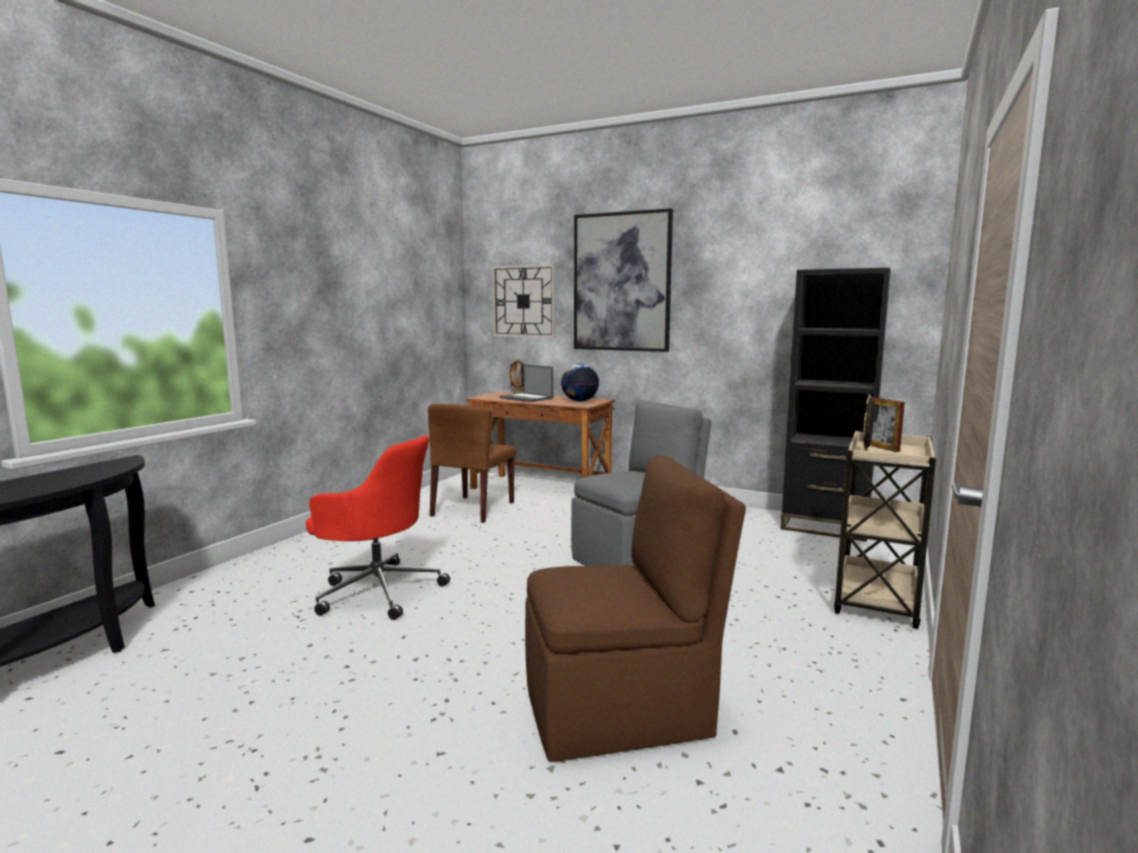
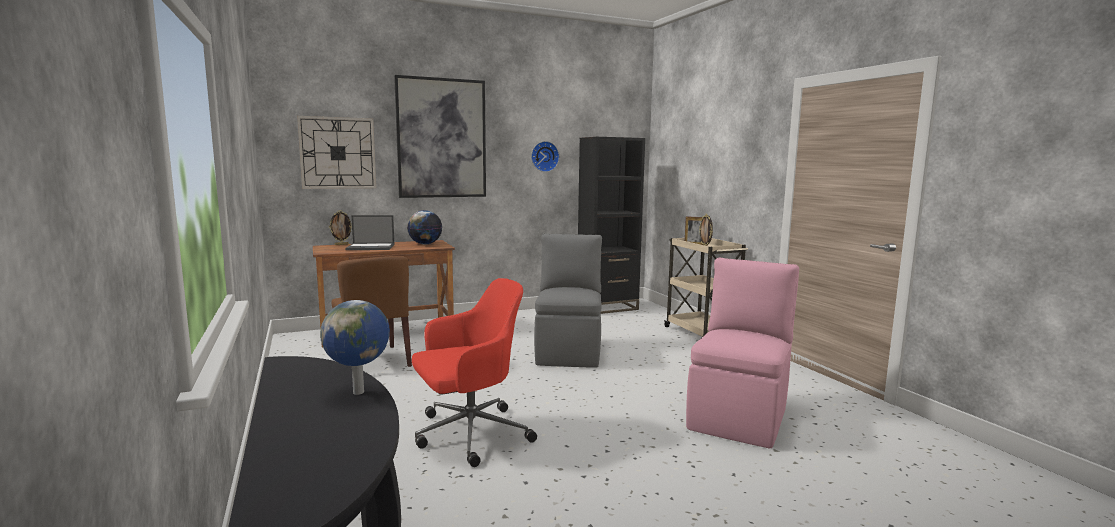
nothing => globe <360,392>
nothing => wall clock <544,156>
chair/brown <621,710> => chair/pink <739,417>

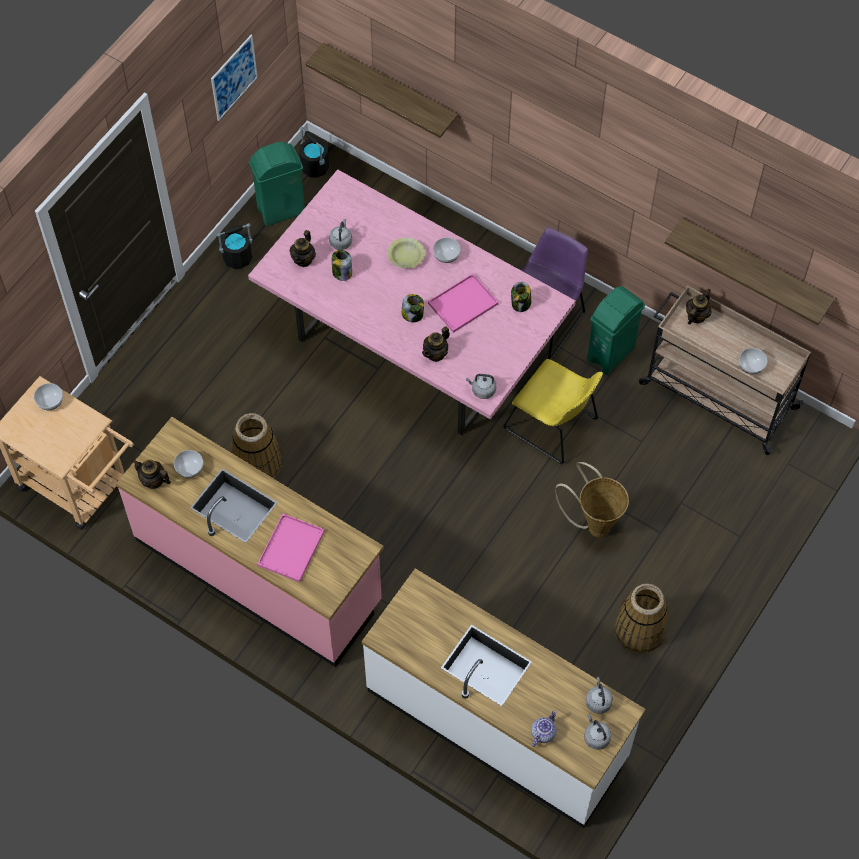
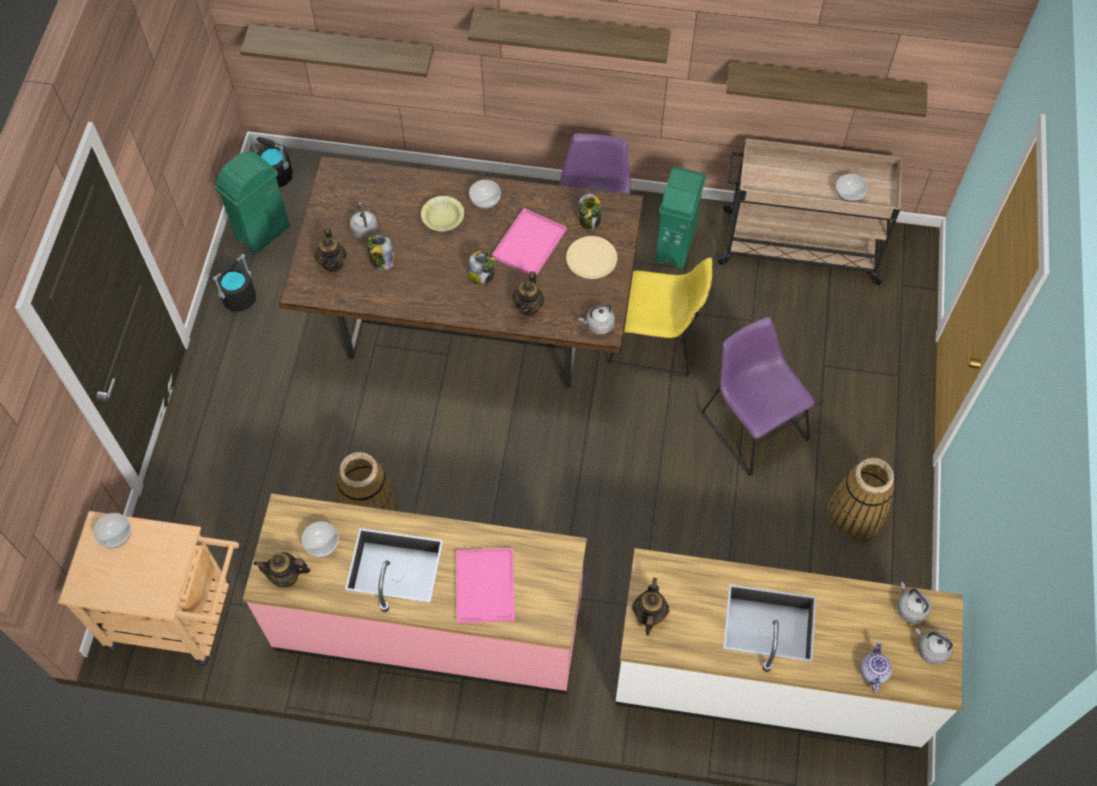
picture <234,77> => nothing
nothing => shelf <571,33>
nothing => plate/beige <591,258>
teapot <696,316> => teapot <649,614>, move
basket <594,524> => chair/purple <752,423>
dining table/pink <413,347> => dining table/brown <472,318>

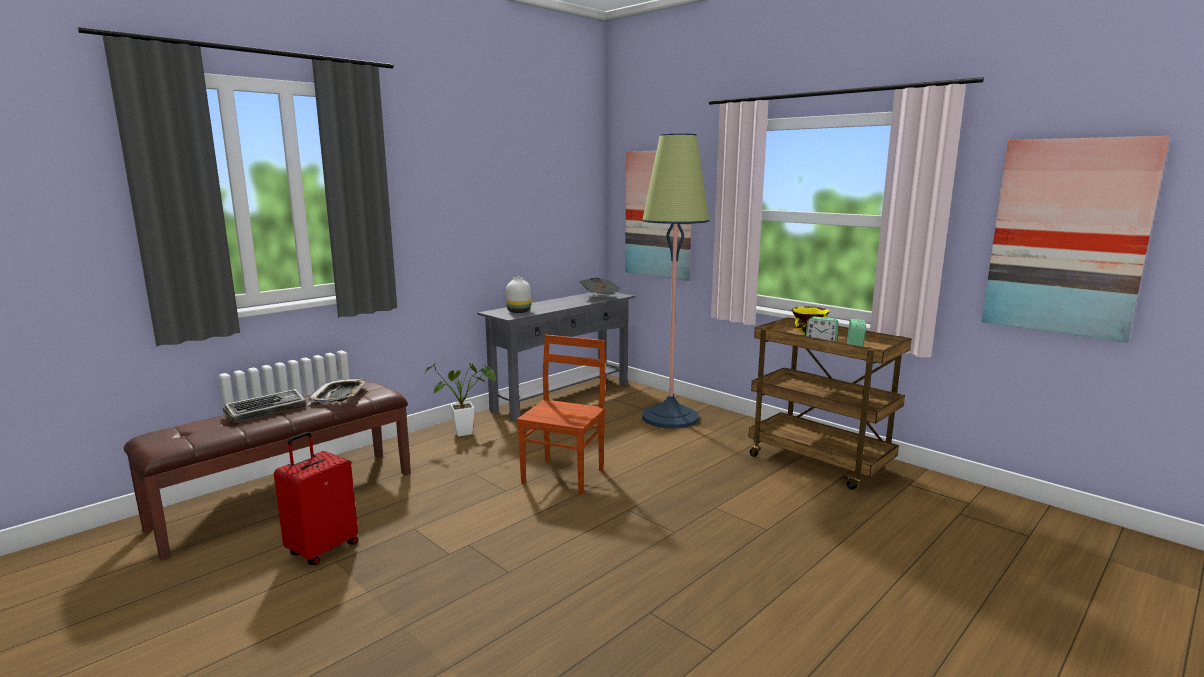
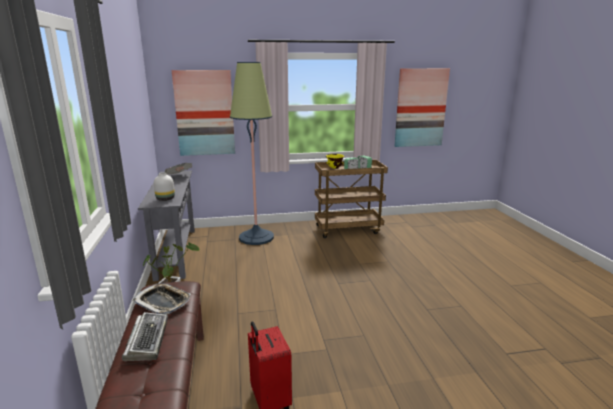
chair/brown <564,476> => nothing

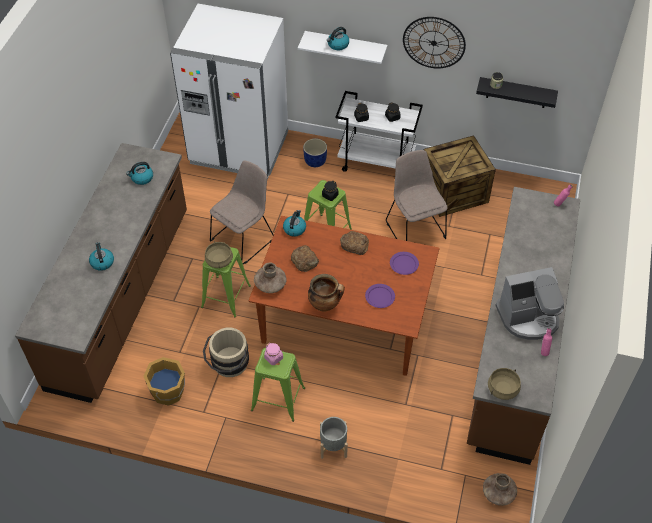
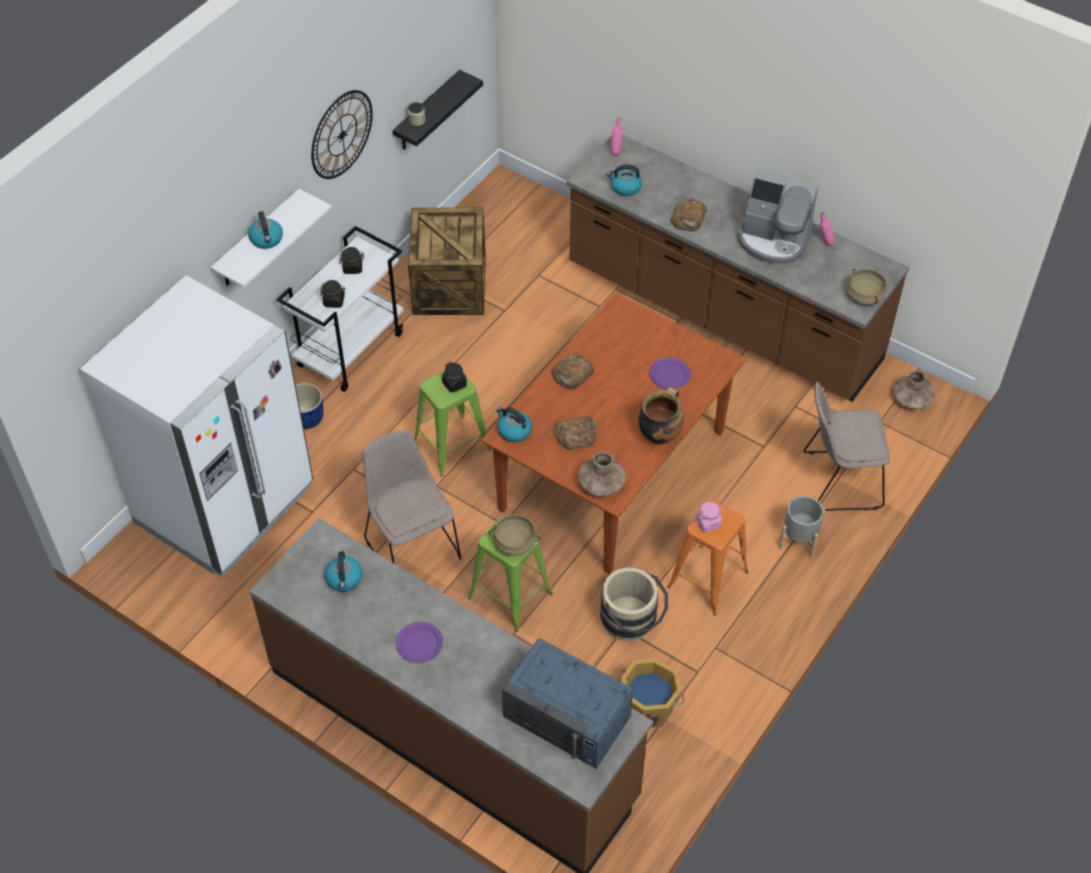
nothing => microwave/blue <568,716>
nothing => bread <688,219>
kettle <102,262> => kettle <625,187>, move
chair/beige <415,228> => chair/beige <838,480>, move
plate/purple <403,264> => plate/purple <419,644>, move
stool/green <278,399> => stool/orange <708,579>
coffee machine <528,317> => coffee machine <773,239>, 105 degrees clockwise

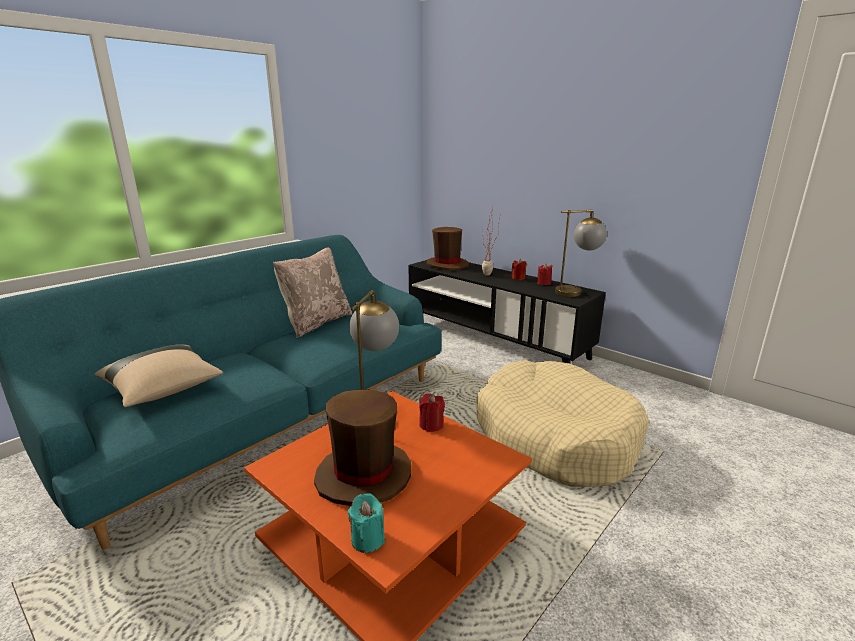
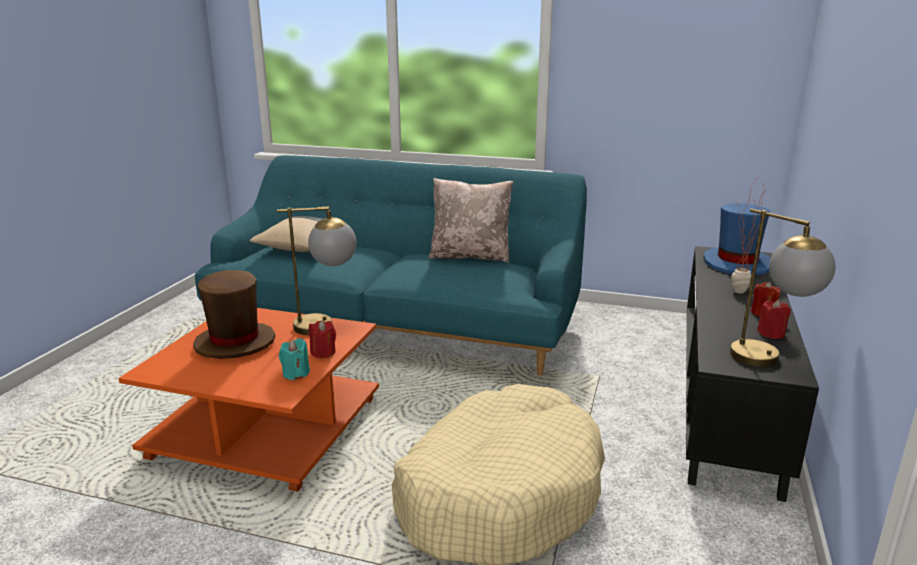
candle/turquoise <367,539> => candle/turquoise <296,374>, move
hat/brown <447,265> => hat/blue <737,263>

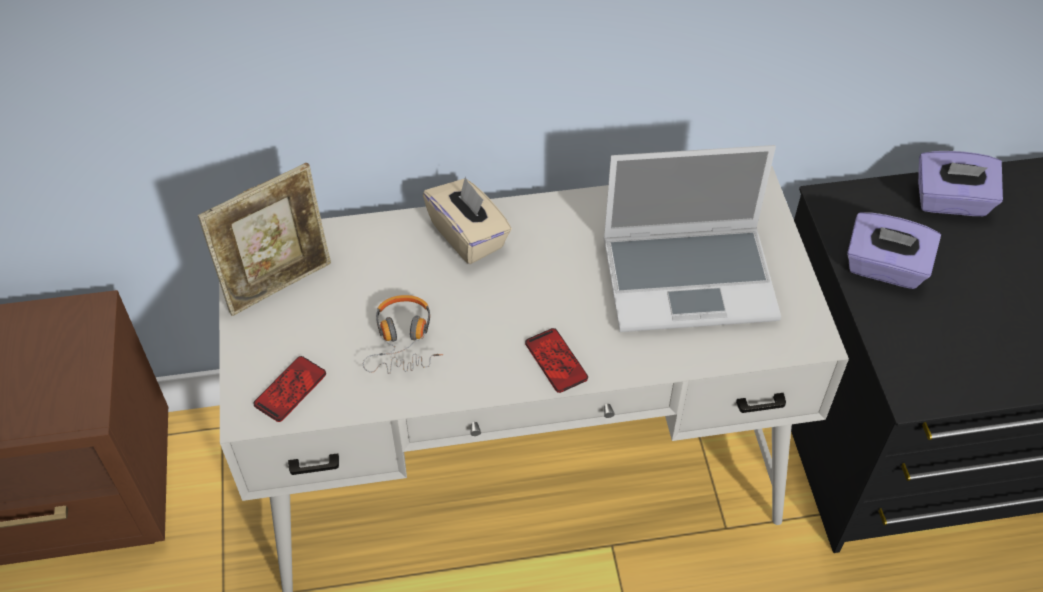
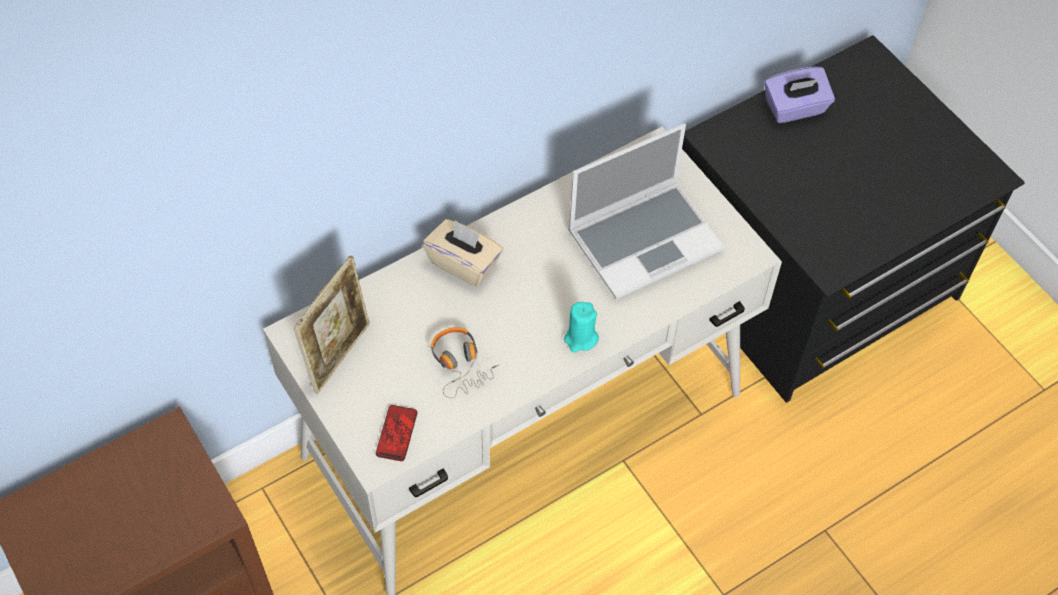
tissue box/purple <884,268> => nothing
phone <556,361> => candle/turquoise <580,338>

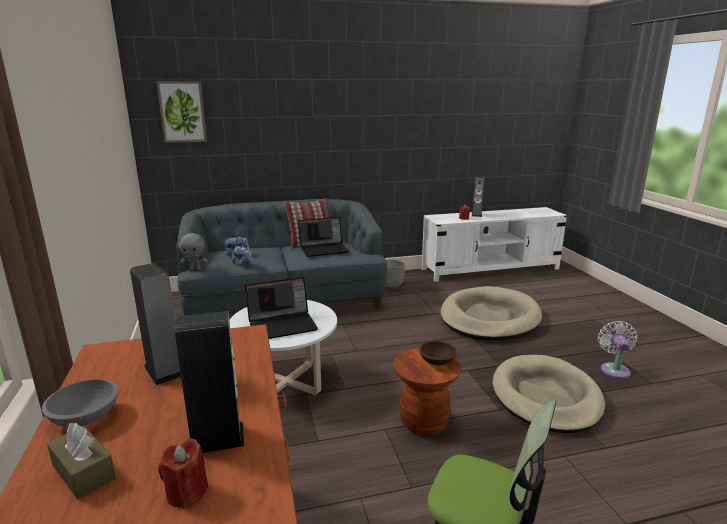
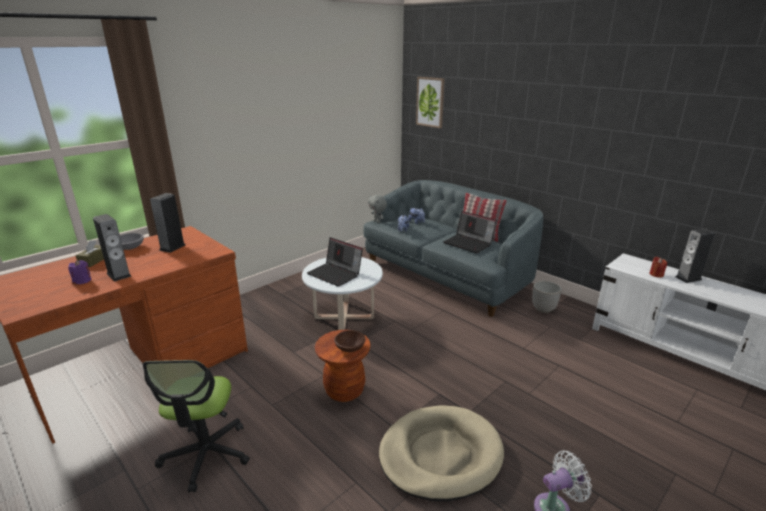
dog bed/beige <489,318> => nothing
candle/red <186,492> => candle/purple <82,281>

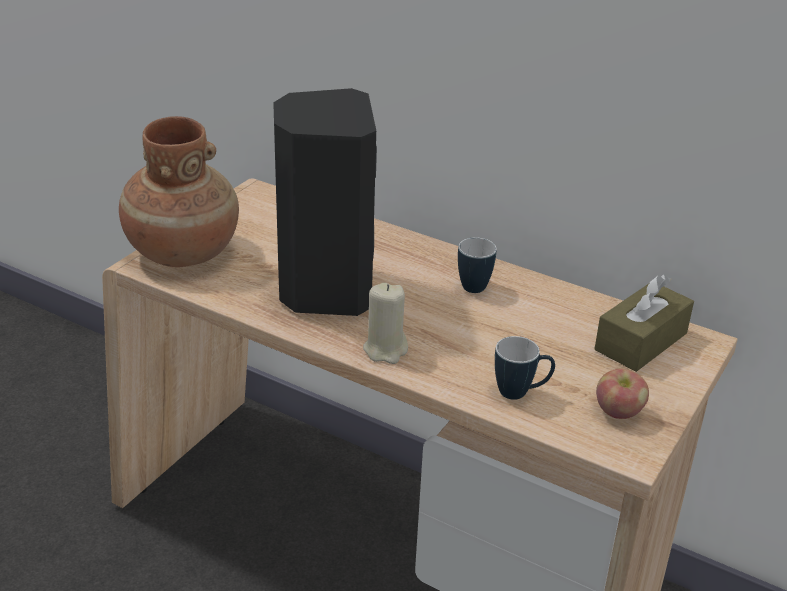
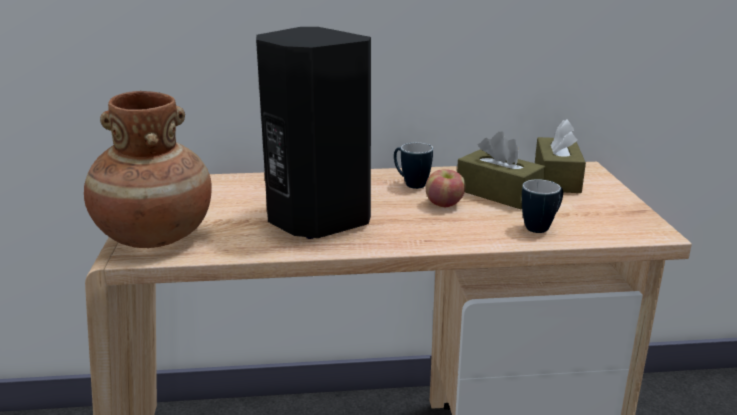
candle/beige <385,350> => nothing
nothing => tissue box/brown <498,193>
apple <618,412> => apple <444,204>, move

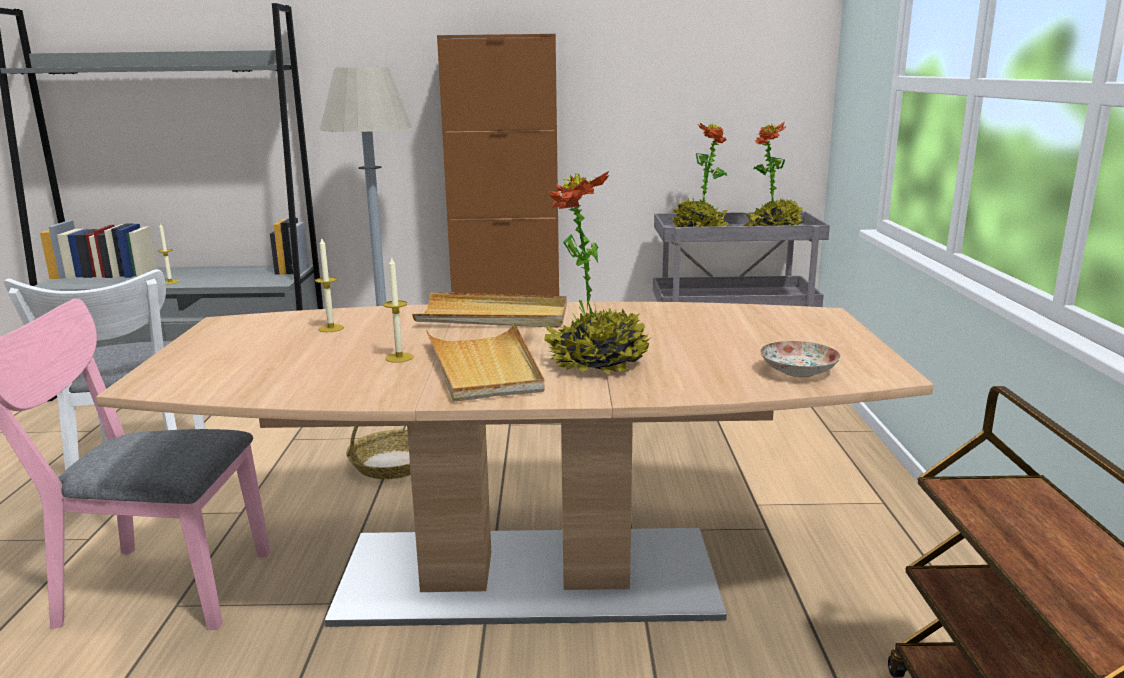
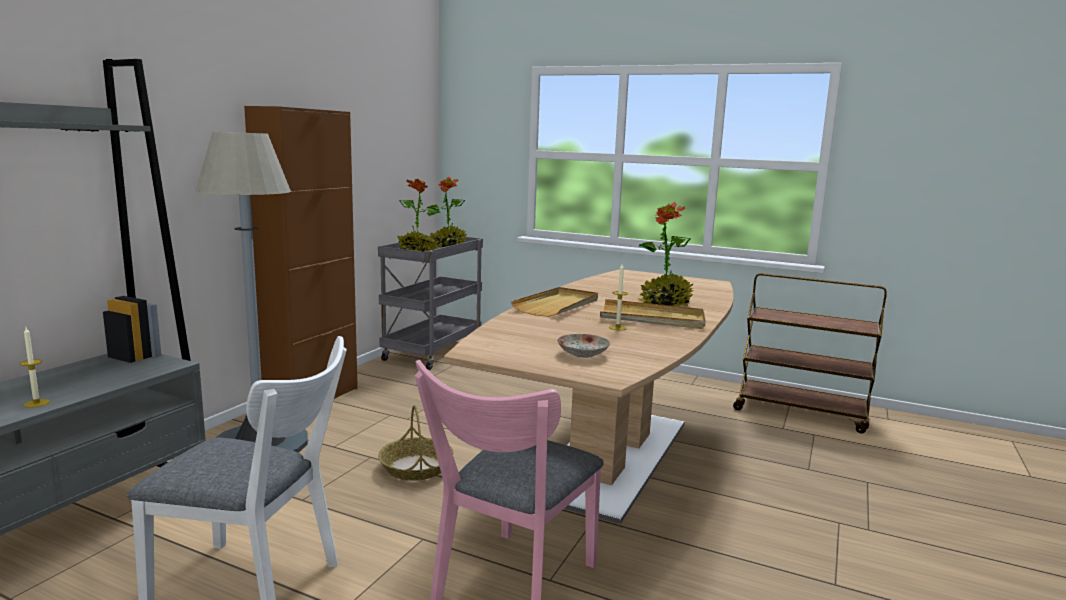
candle <331,328> => nothing
plate <798,371> => plate <582,354>, move

